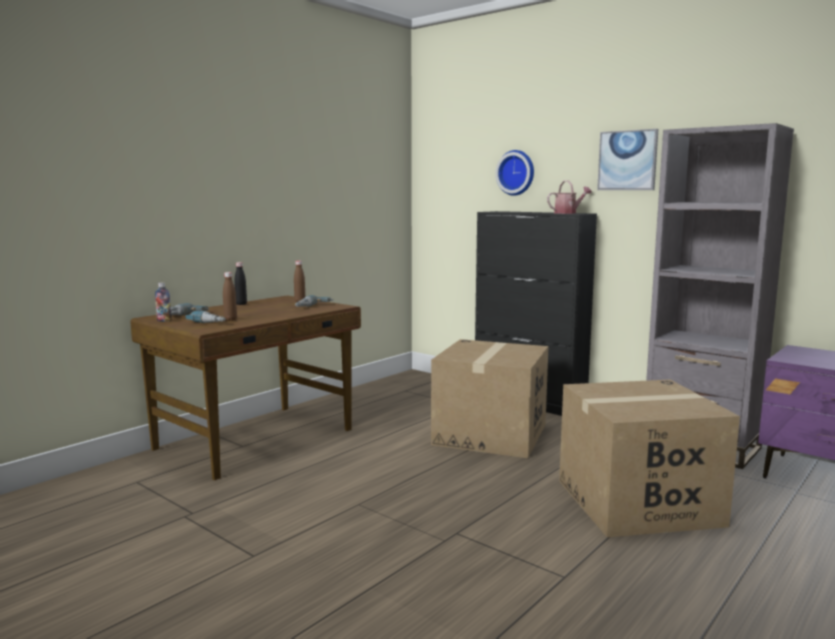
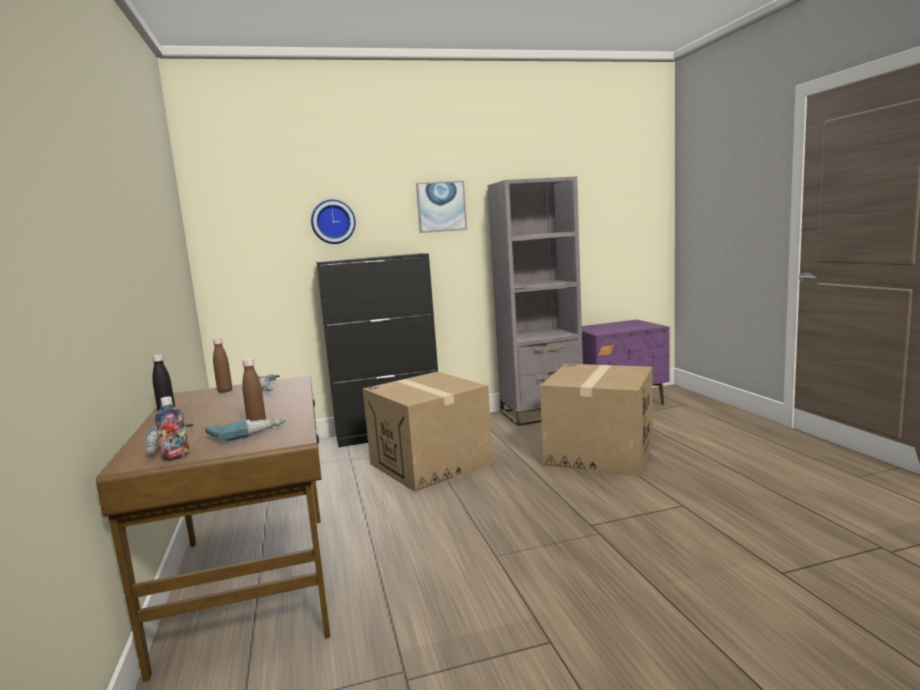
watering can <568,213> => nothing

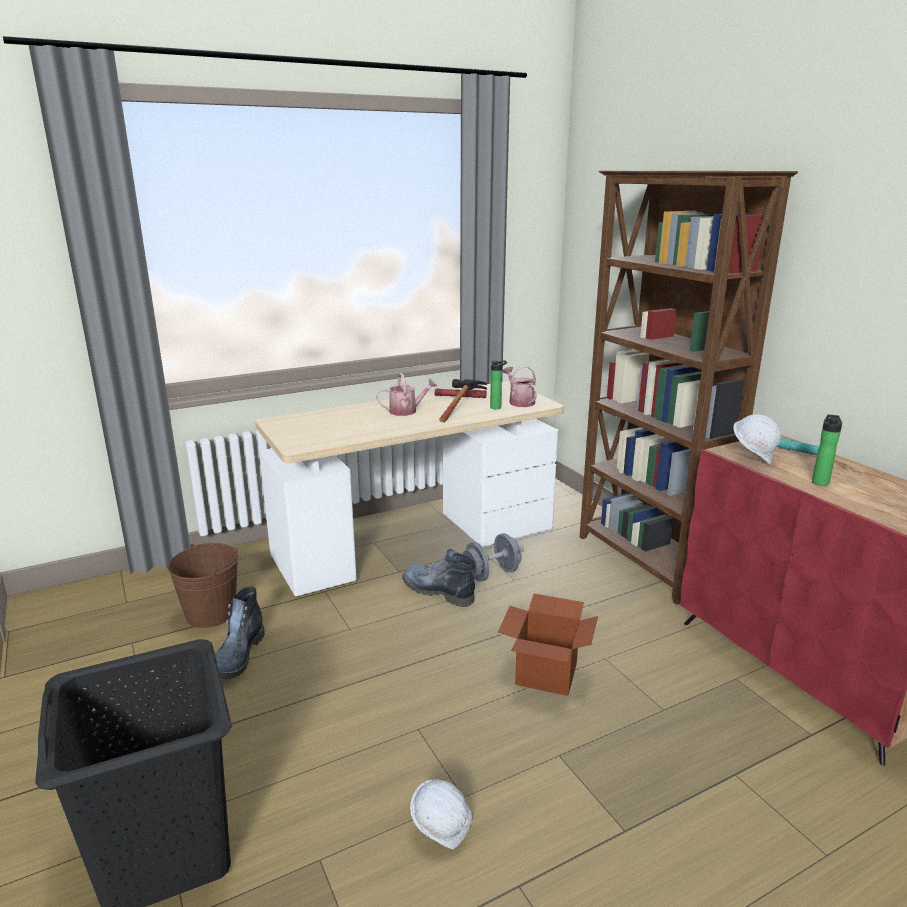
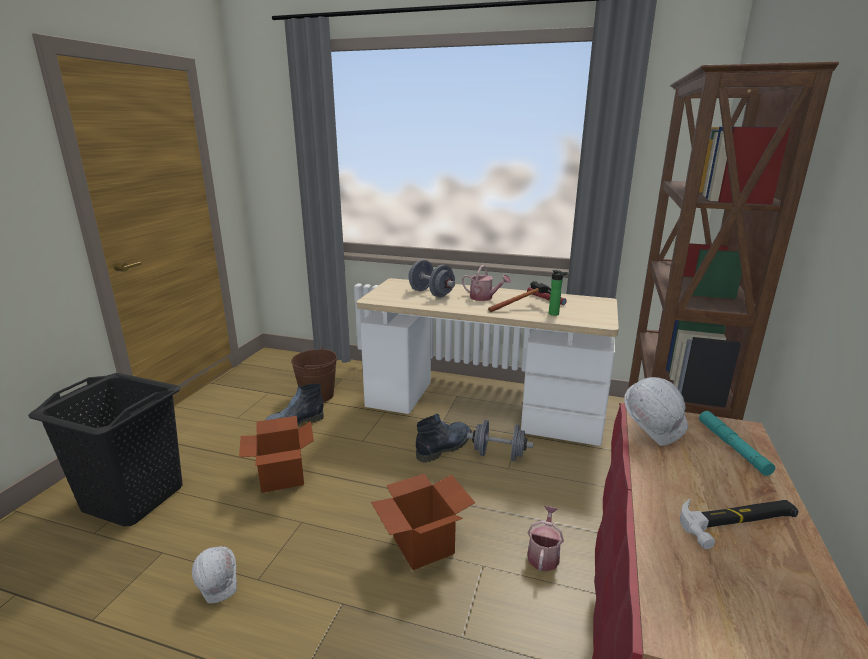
bottle <820,481> => nothing
nothing => cardboard box <282,476>
nothing => dumbbell/grey <431,293>
nothing => hammer <739,522>
watering can <519,402> => watering can <543,554>, move
boot <436,591> => boot <445,446>, 60 degrees clockwise

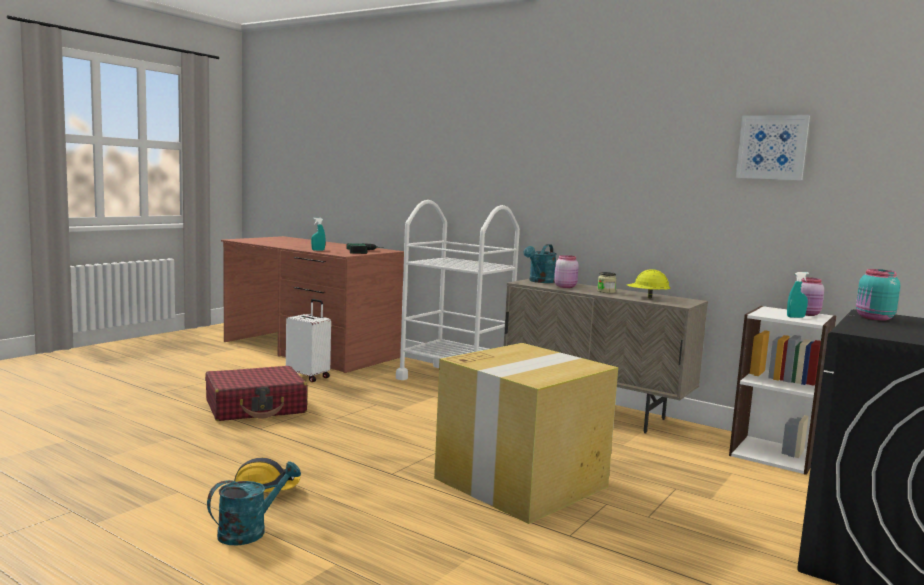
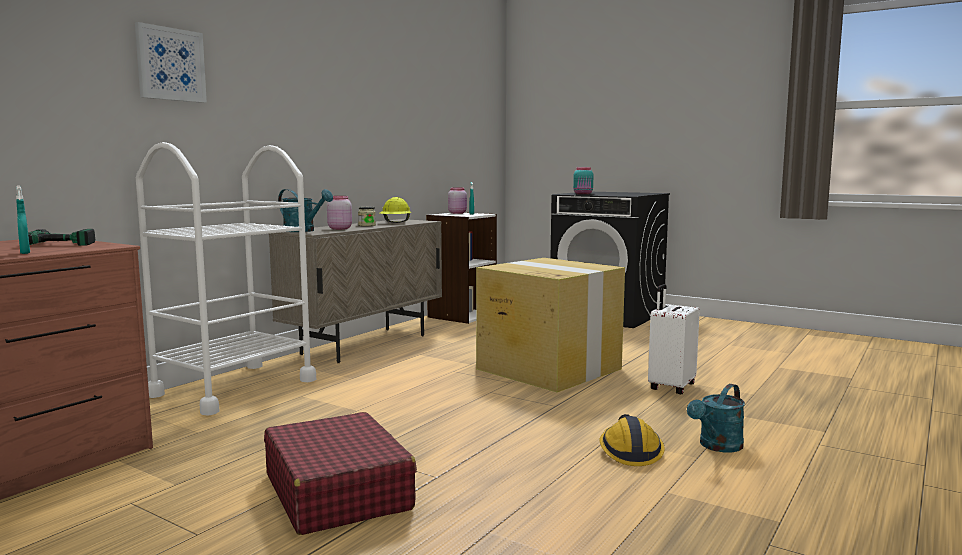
suitcase/white <309,376> => suitcase/white <670,387>, move
picture <772,147> => picture <170,64>, move
watering can/turquoise <250,531> => watering can/turquoise <717,446>, 90 degrees counterclockwise

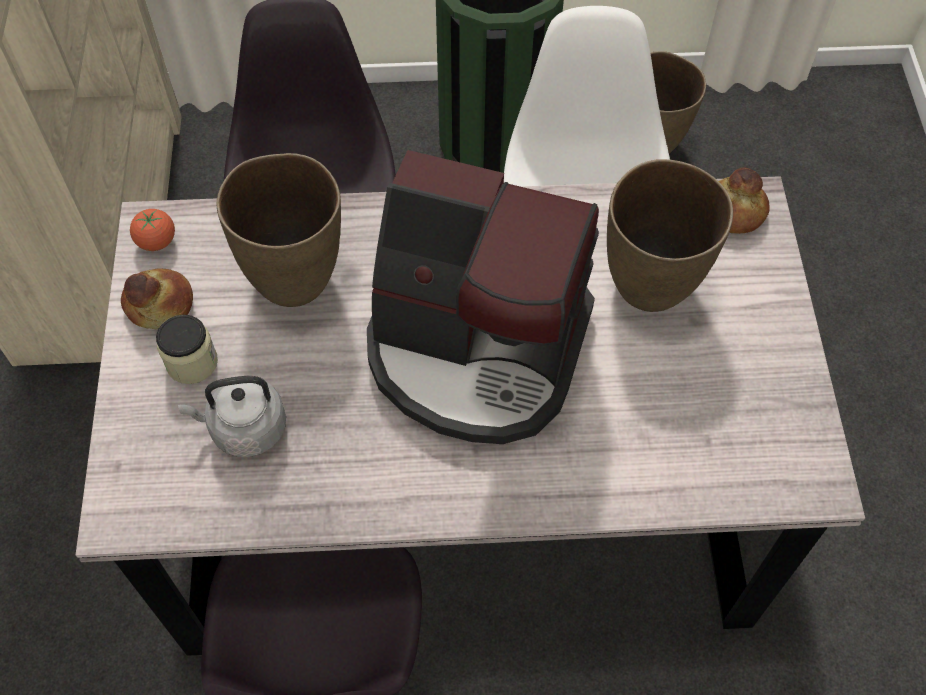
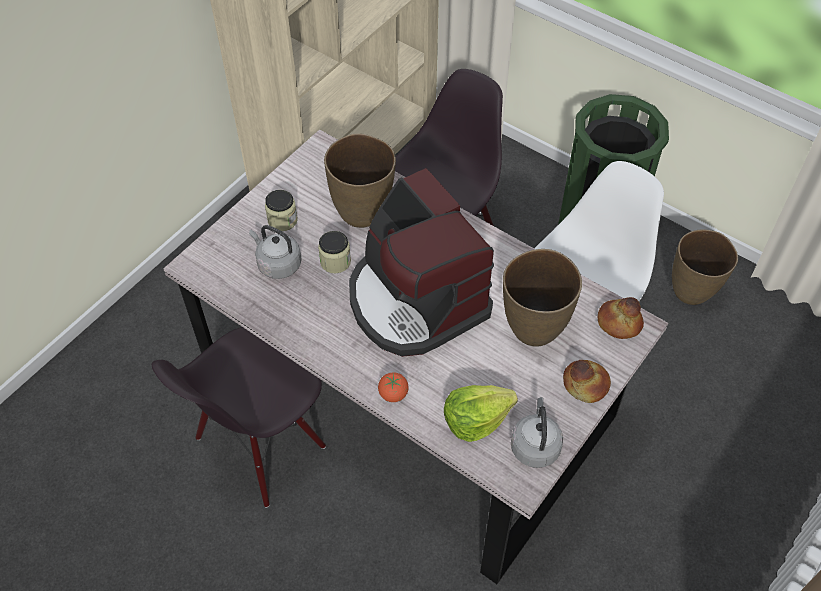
nothing => jar <335,261>
nothing => lettuce <475,419>
nothing => kettle/grey <535,445>
bread <160,306> => bread <585,385>, move
tomato <157,241> => tomato <393,394>, move

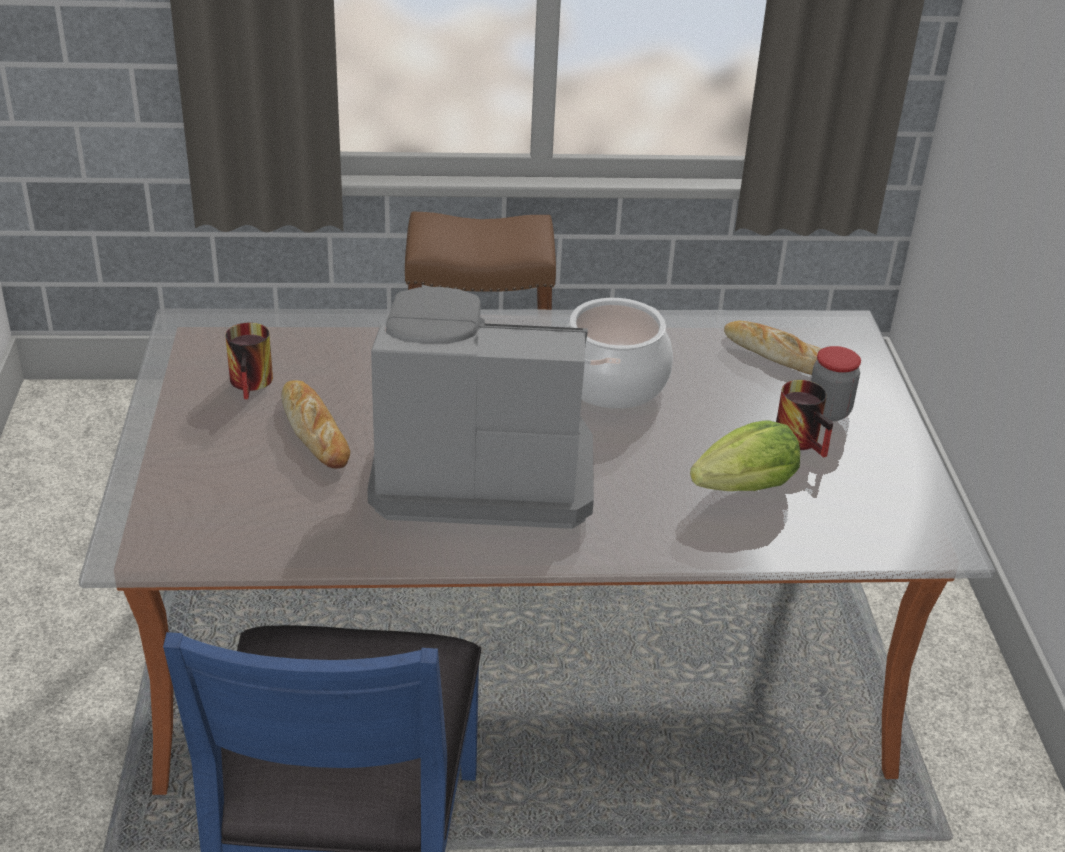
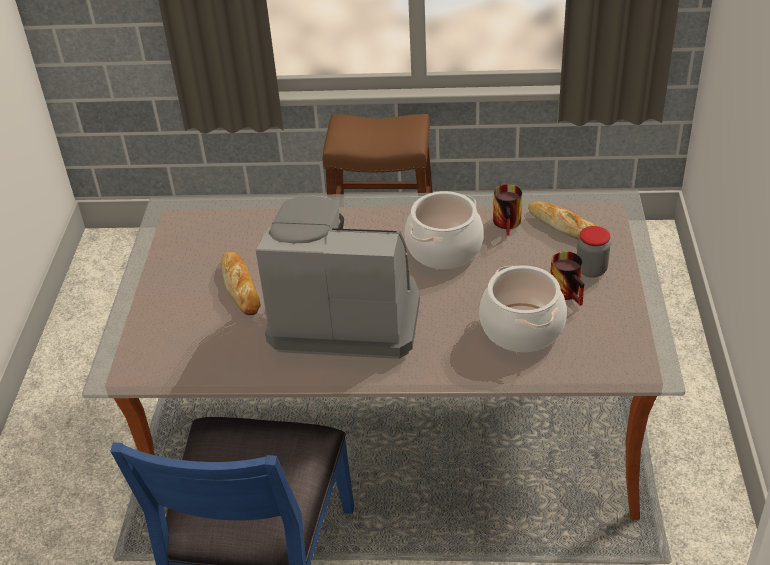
mug <254,383> => mug <509,223>, move
lettuce <746,487> => cooking pot <522,328>

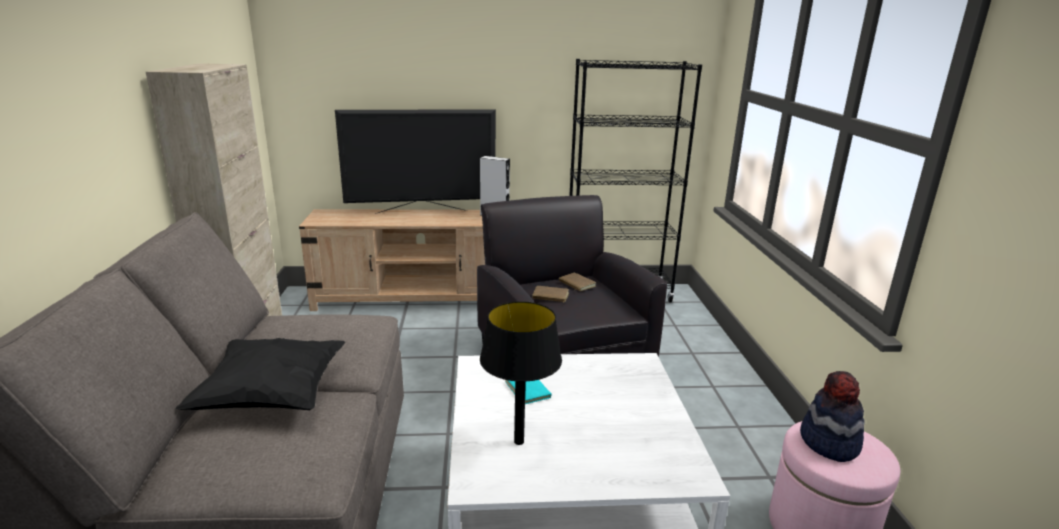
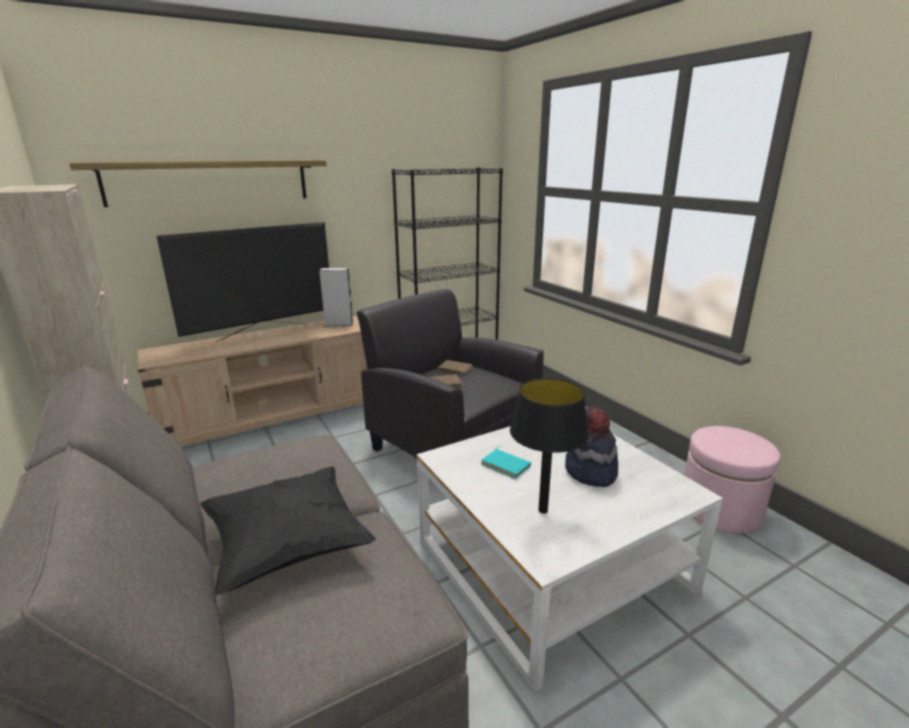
nothing => shelf <210,182>
hat <828,442> => hat <590,472>, move

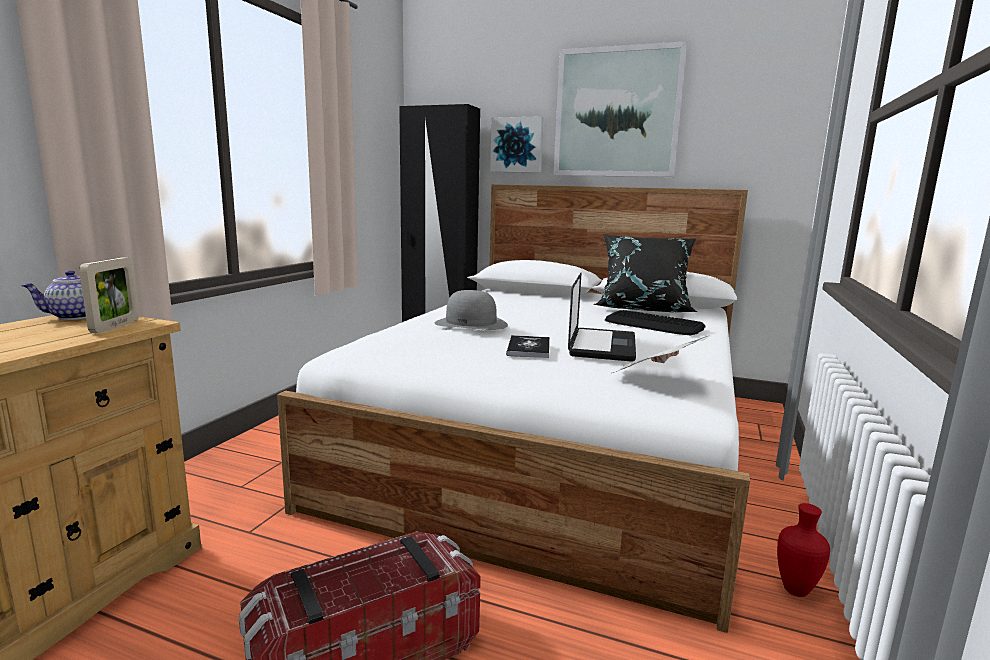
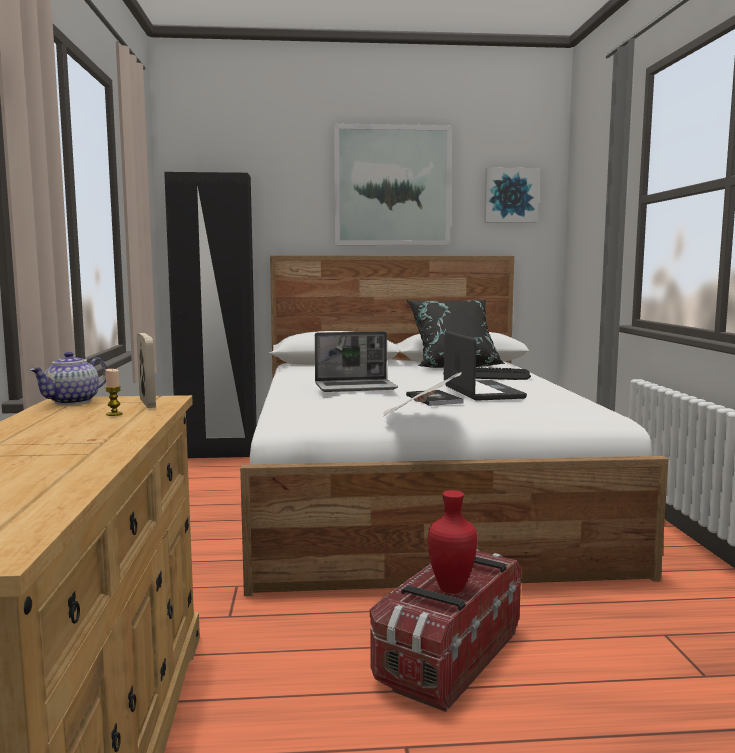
nothing => candle <114,414>
picture <517,145> => picture <510,195>, move
newspaper <655,379> => newspaper <418,417>, move
vase/red <795,589> => vase/red <450,588>, move
hat/grey <471,324> => laptop <356,387>

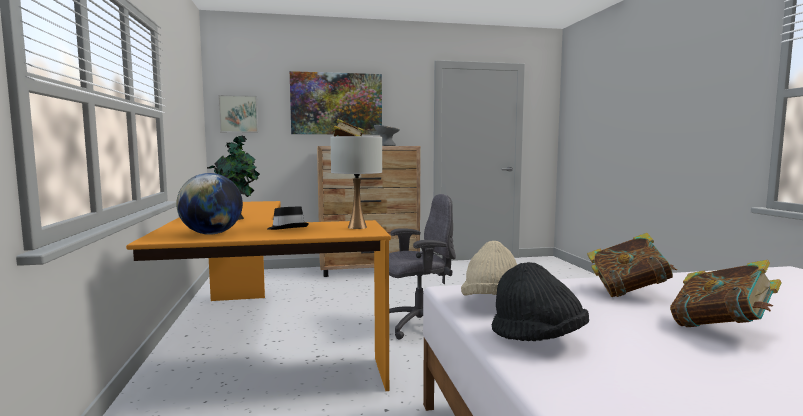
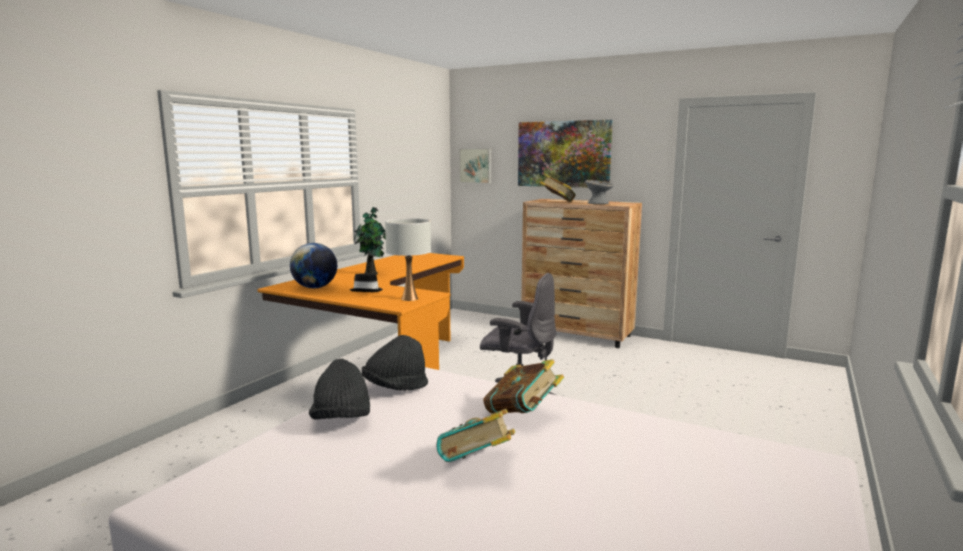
hat/beige <491,303> => hat/black <395,388>

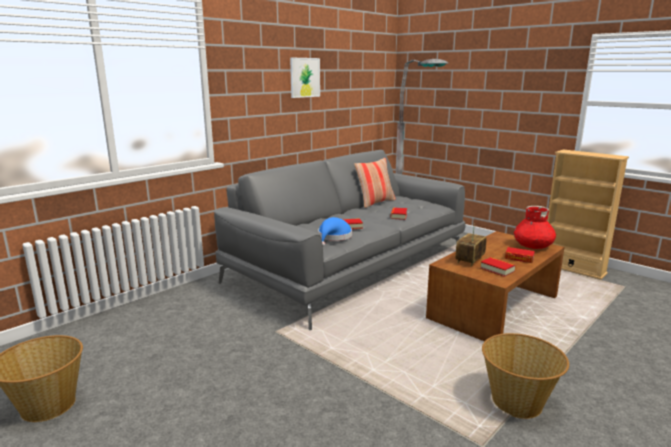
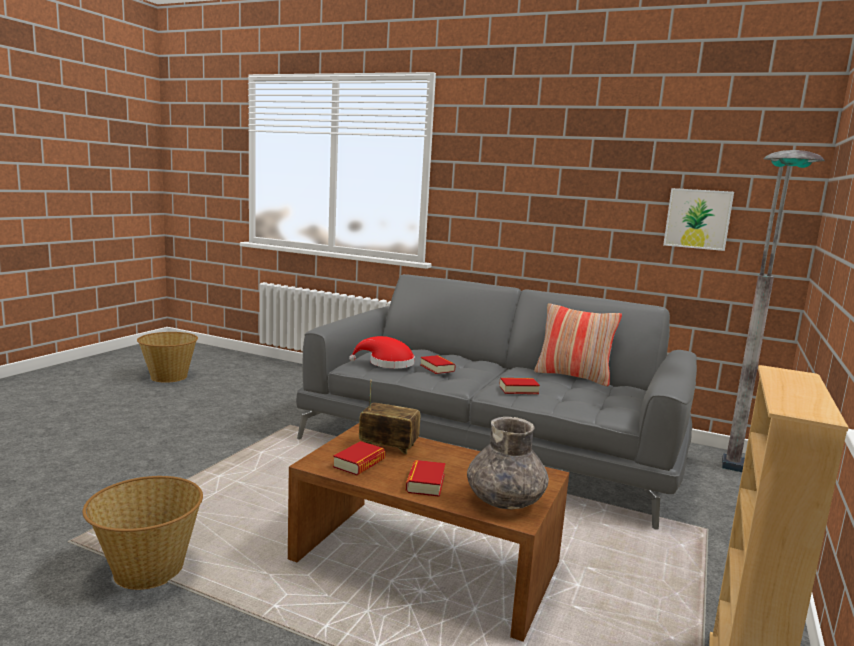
picture <304,77> => picture <697,219>, move
hat/blue <334,237> => hat/red <387,363>
vase/red <533,246> => vase/grey <505,500>

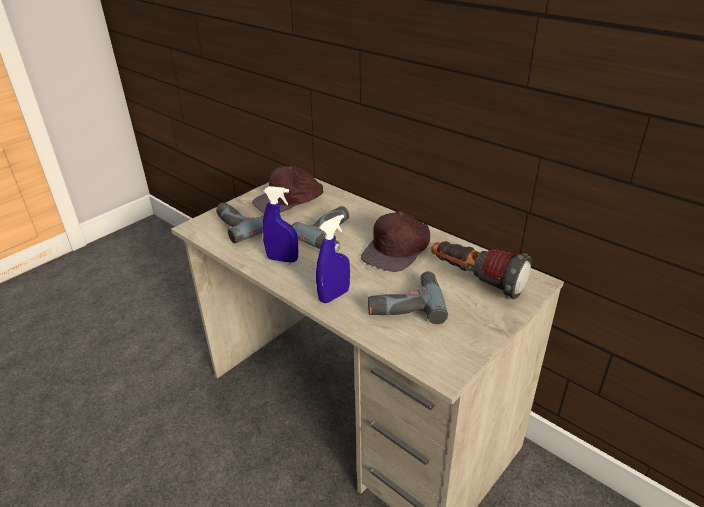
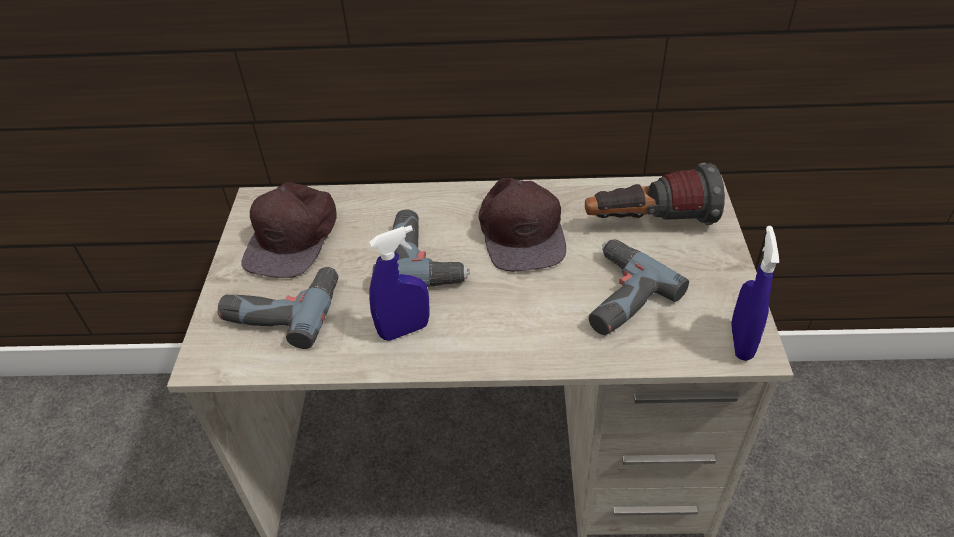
spray bottle/blue <334,296> => spray bottle/blue <741,342>, move

